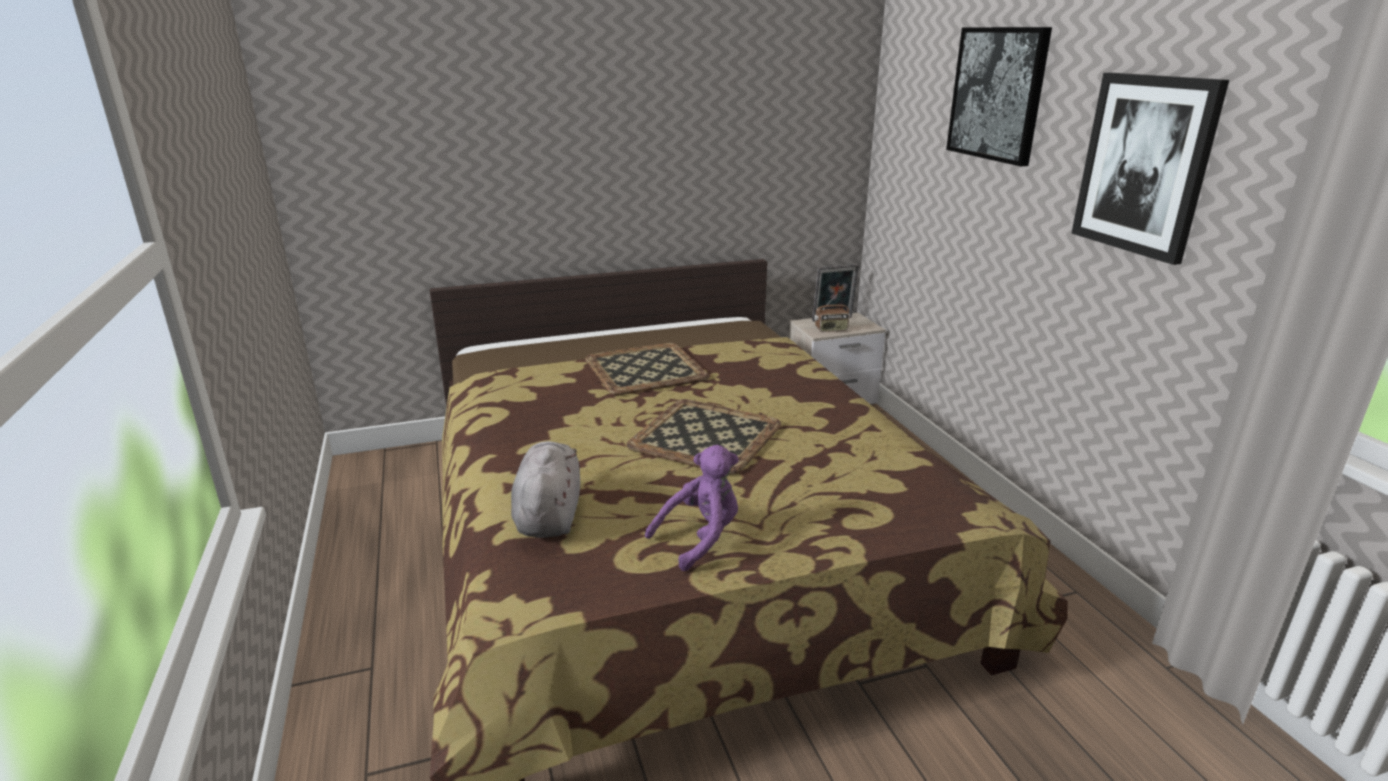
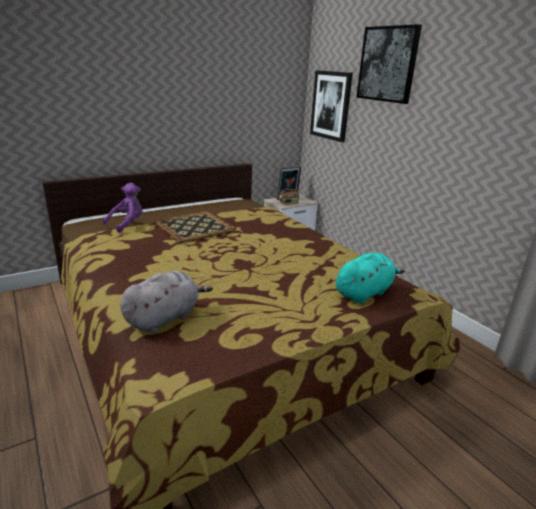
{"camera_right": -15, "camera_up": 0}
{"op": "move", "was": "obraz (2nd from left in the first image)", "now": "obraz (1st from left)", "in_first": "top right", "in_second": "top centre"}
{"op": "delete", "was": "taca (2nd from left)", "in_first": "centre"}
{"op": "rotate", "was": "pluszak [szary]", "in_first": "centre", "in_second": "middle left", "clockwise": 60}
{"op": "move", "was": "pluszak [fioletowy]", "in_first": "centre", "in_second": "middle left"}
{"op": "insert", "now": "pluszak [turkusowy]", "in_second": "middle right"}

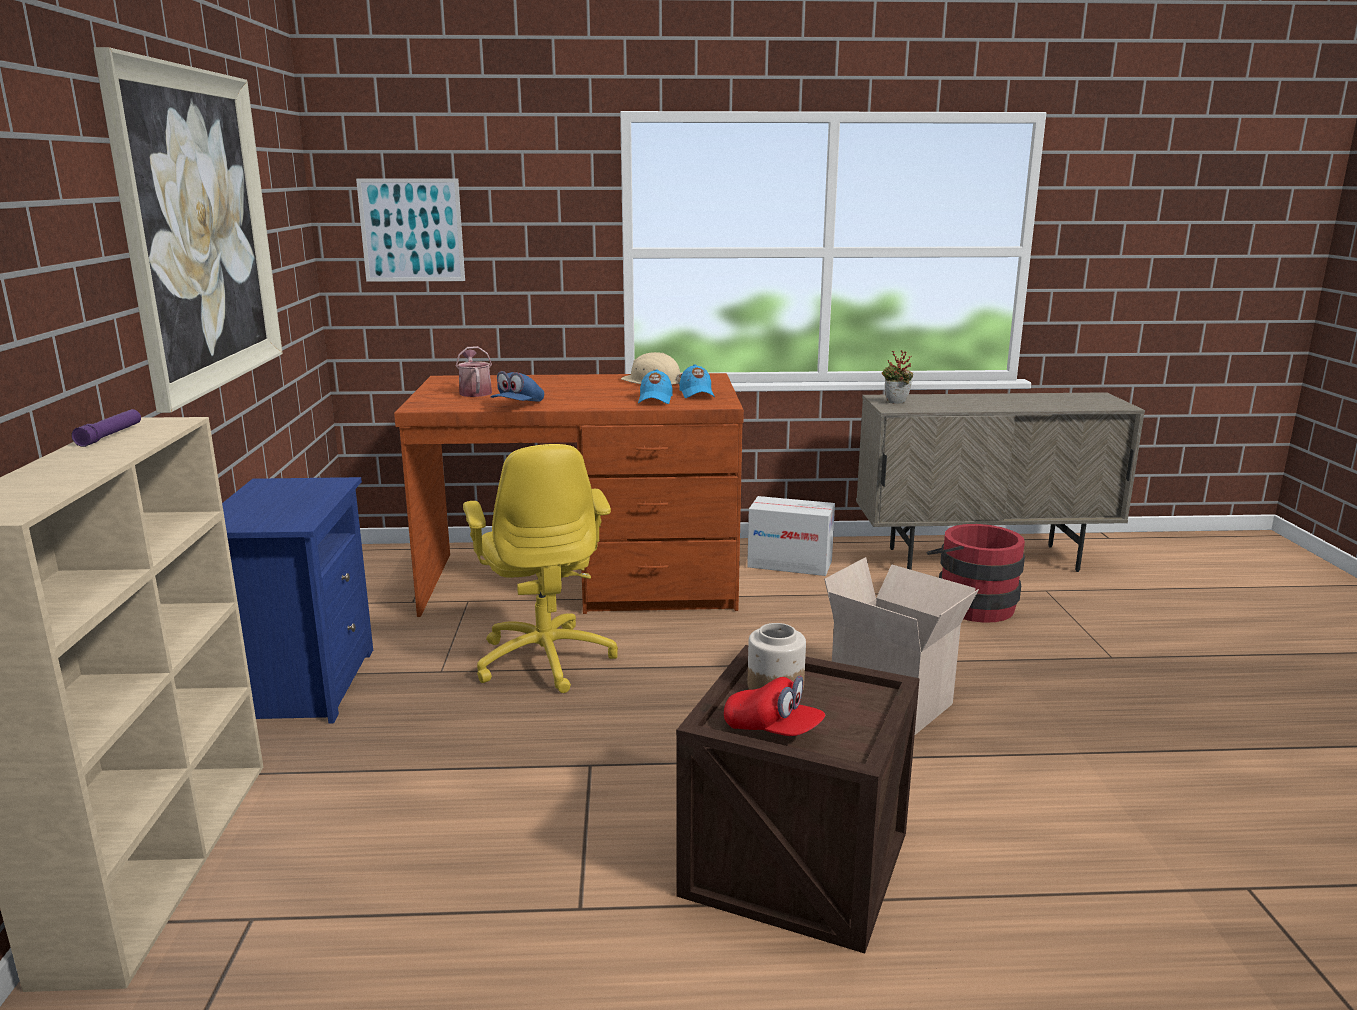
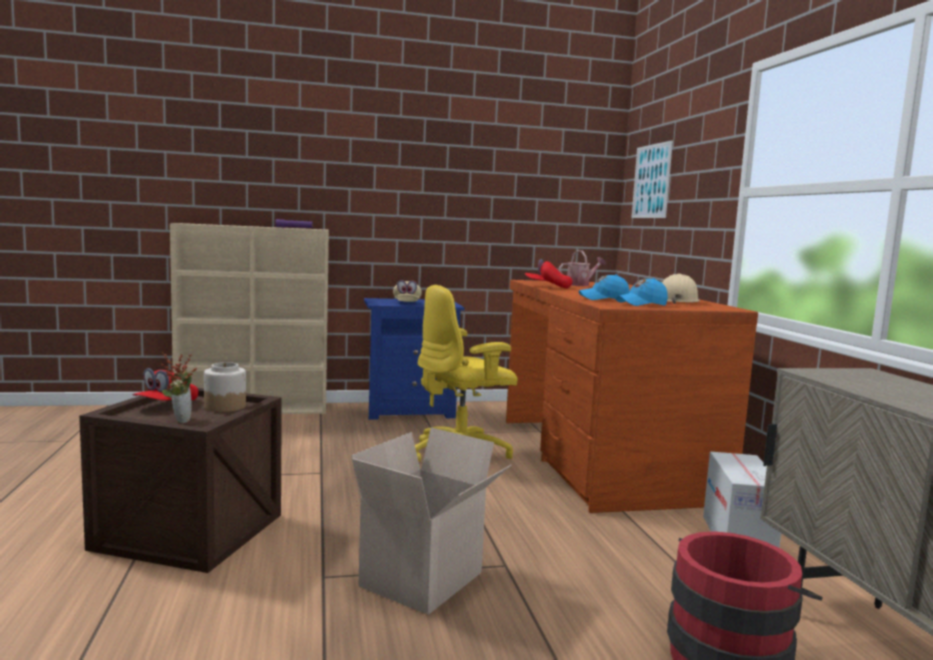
{"camera_right": 80, "camera_up": -10}
{"op": "delete", "was": "obraz (1st from left)", "in_first": "top left"}
{"op": "move", "was": "roślina doniczkowa", "in_first": "centre", "in_second": "middle left"}
{"op": "recolor", "was": "czapka z daszkiem [niebieski] (1st from left)", "now": "czapka z daszkiem [czerwony] (2nd from left)", "in_first": "centre", "in_second": "centre"}
{"op": "insert", "now": "czapka z daszkiem [beżowy]", "in_second": "centre"}

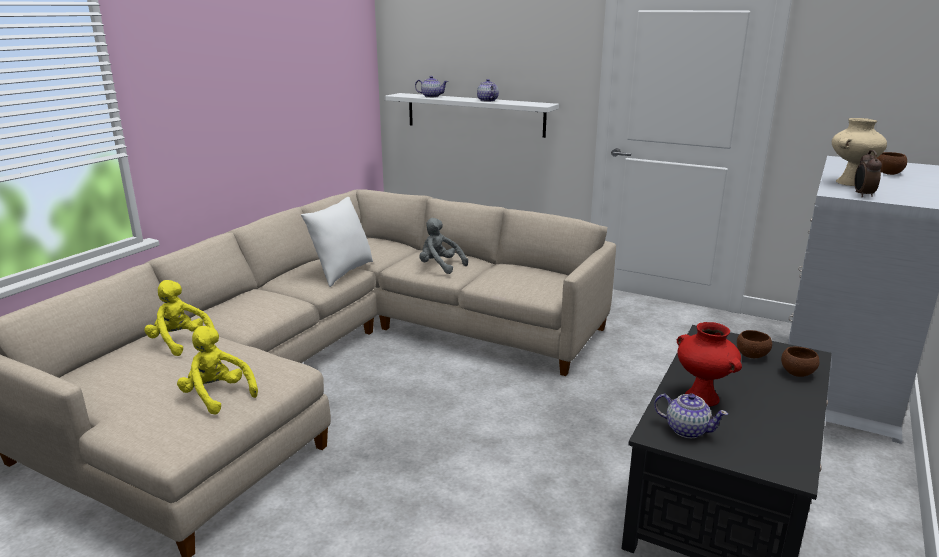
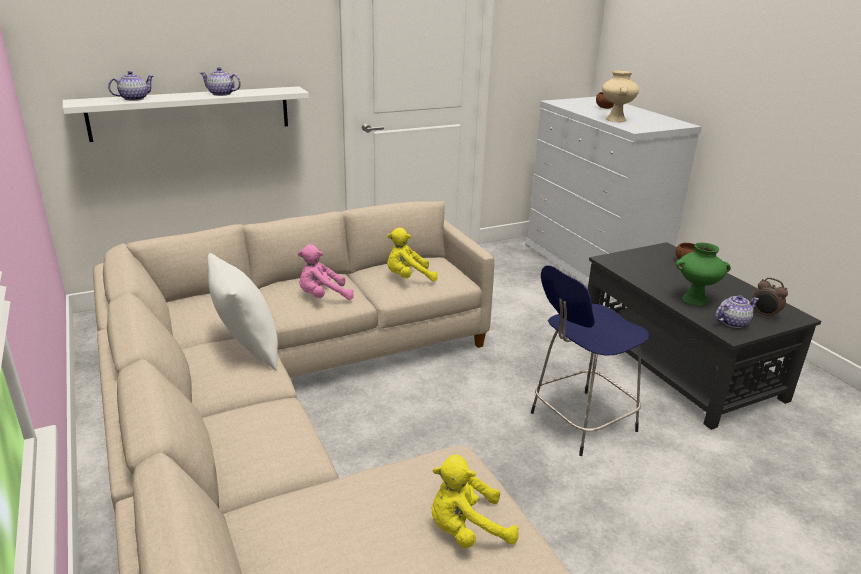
{"camera_right": -55, "camera_up": 5}
{"op": "move", "was": "budzik", "in_first": "top right", "in_second": "middle right"}
{"op": "recolor", "was": "pluszak [szary]", "now": "pluszak [różowy]", "in_first": "centre", "in_second": "centre"}
{"op": "move", "was": "pluszak [żółty] (1st from left)", "in_first": "middle left", "in_second": "centre"}
{"op": "recolor", "was": "wazon [czerwony]", "now": "wazon [zielony]", "in_first": "middle right", "in_second": "middle right"}
{"op": "delete", "was": "miska [brązowy] (1st from left)", "in_first": "middle right"}
{"op": "insert", "now": "stołek [niebieski]", "in_second": "middle right"}

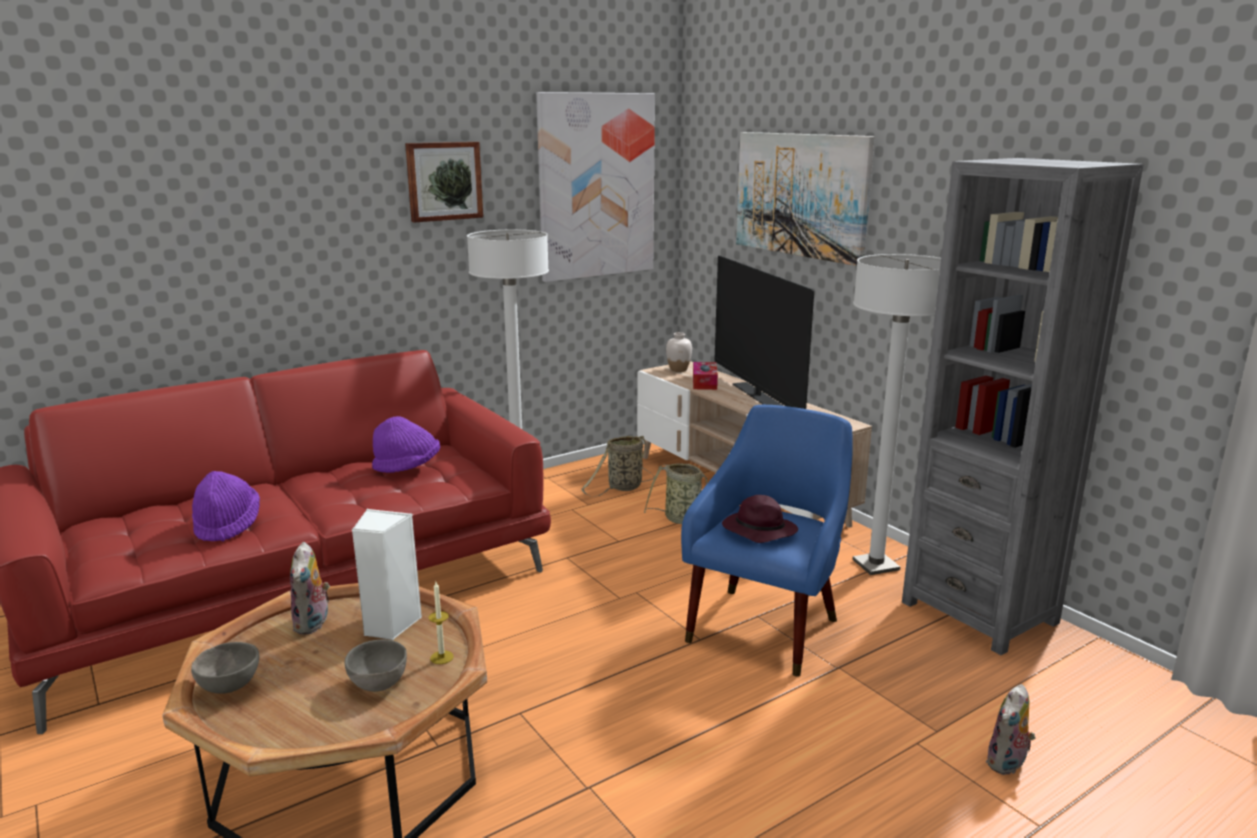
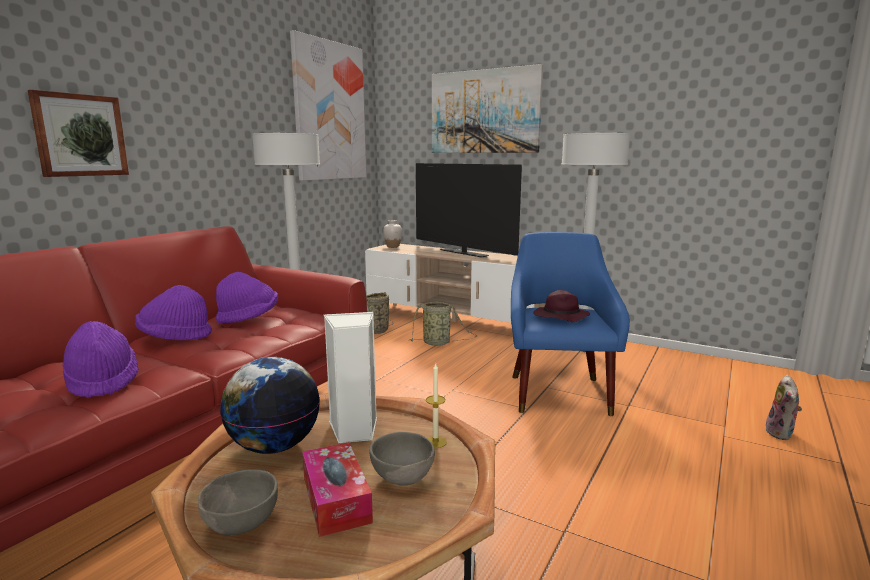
{"camera_right": -25, "camera_up": -5}
{"op": "move", "was": "obraz (1st from left)", "in_first": "top centre", "in_second": "top left"}
{"op": "delete", "was": "regał [szary]", "in_first": "middle right"}
{"op": "move", "was": "pudełko chusteczek", "in_first": "centre", "in_second": "bottom centre"}
{"op": "replace", "was": "pluszak (1st from left)", "now": "globus", "in_first": "bottom left", "in_second": "bottom left"}
{"op": "insert", "now": "kapelusz [fioletowy] (2nd from left)", "in_second": "middle left"}

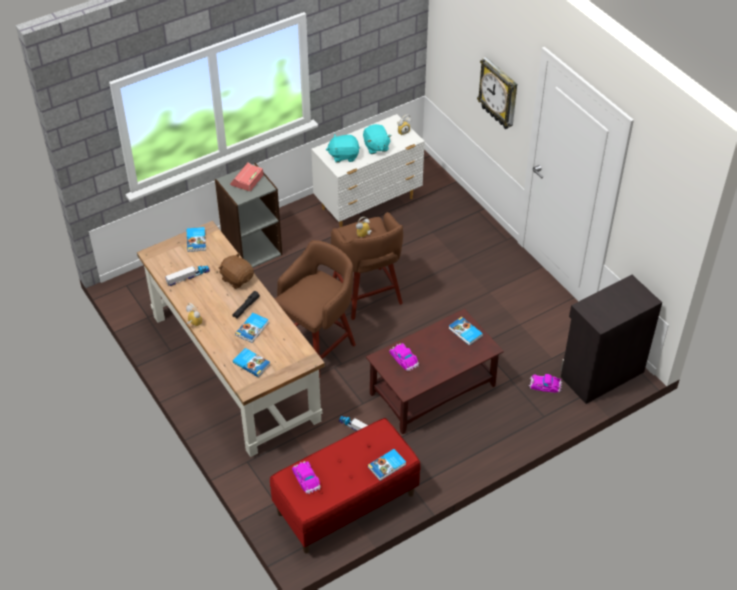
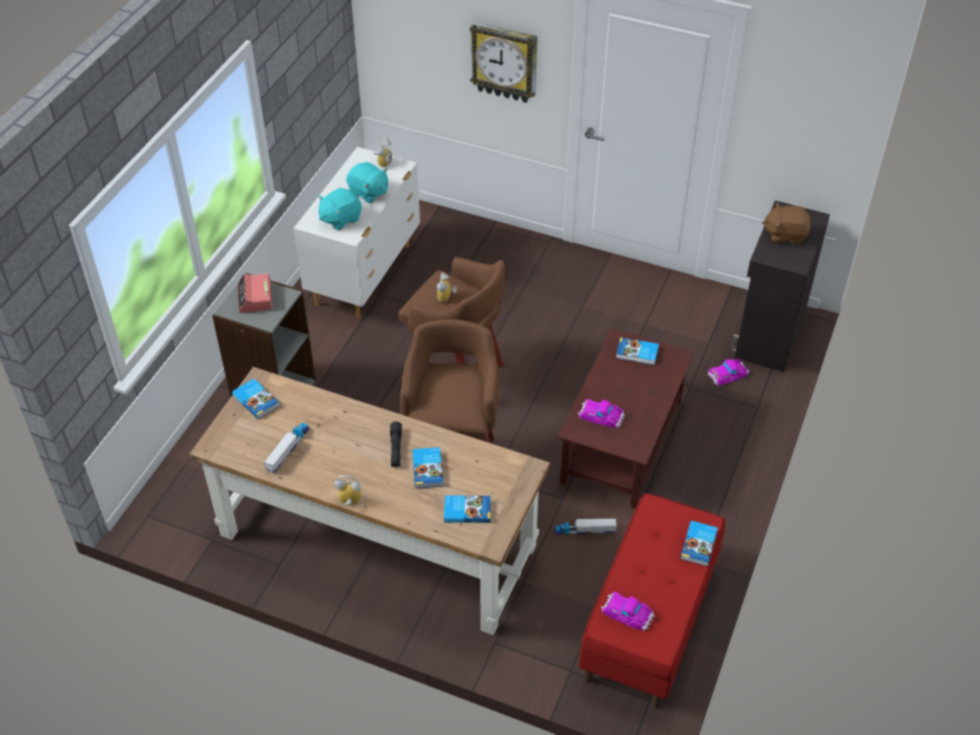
{"camera_right": -35, "camera_up": 0}
{"op": "move", "was": "pluszak [brązowy]", "in_first": "middle left", "in_second": "top right"}

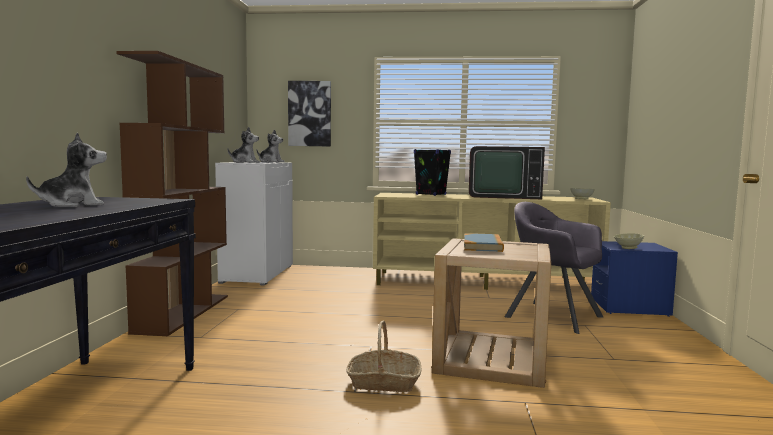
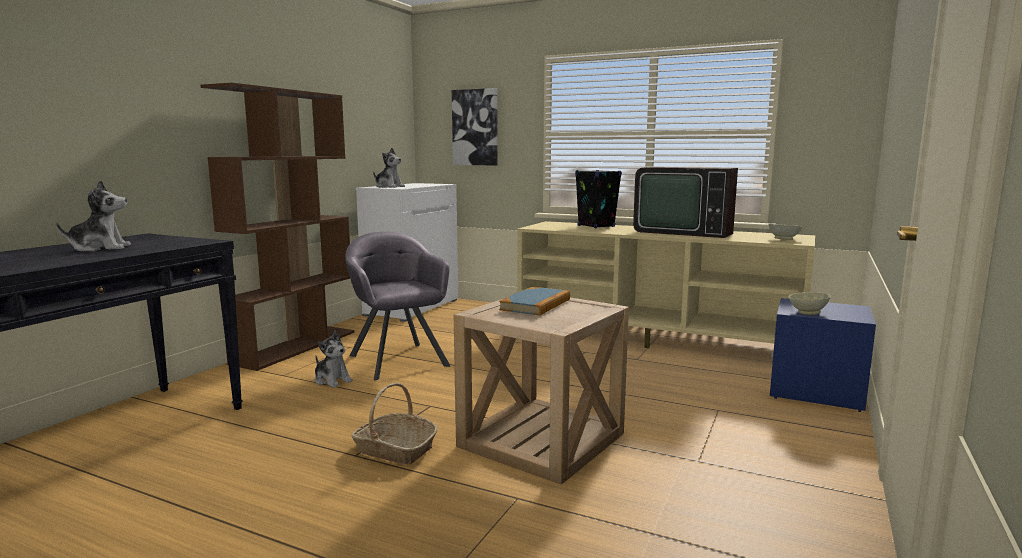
{"camera_right": 20, "camera_up": 5}
{"op": "move", "was": "pluszak (3rd from left in the first image)", "now": "pluszak (2nd from left)", "in_first": "centre", "in_second": "middle left"}
{"op": "move", "was": "fotel [szary]", "in_first": "middle right", "in_second": "centre"}

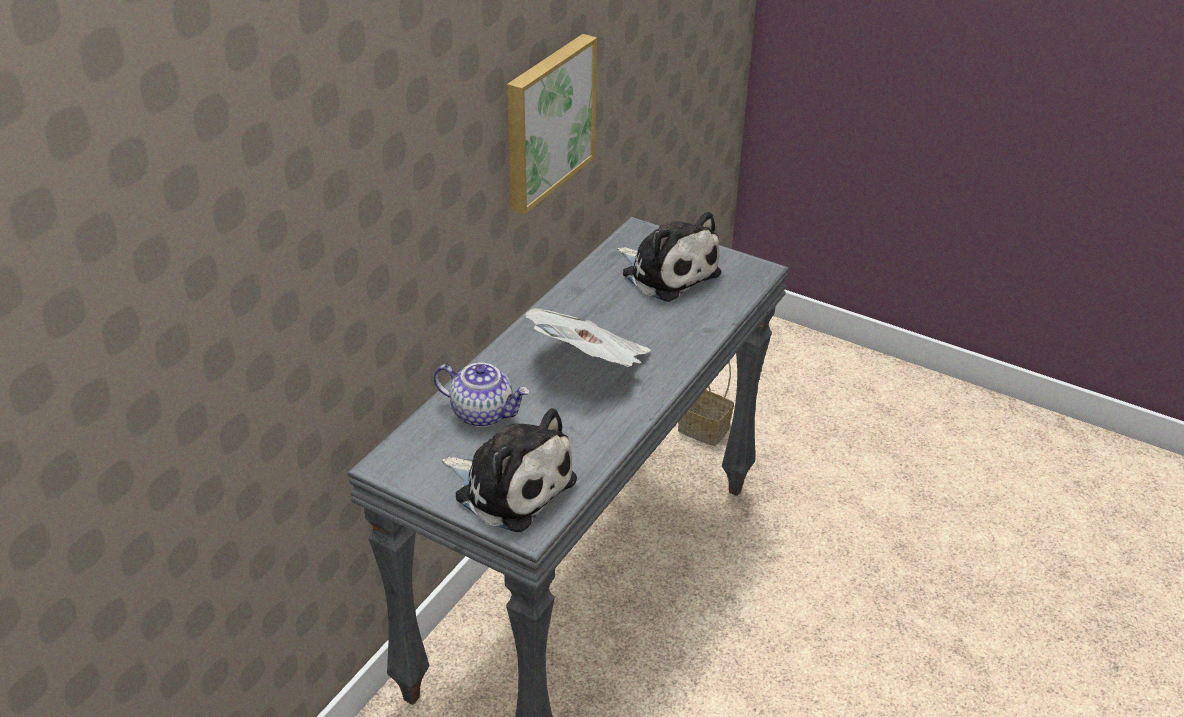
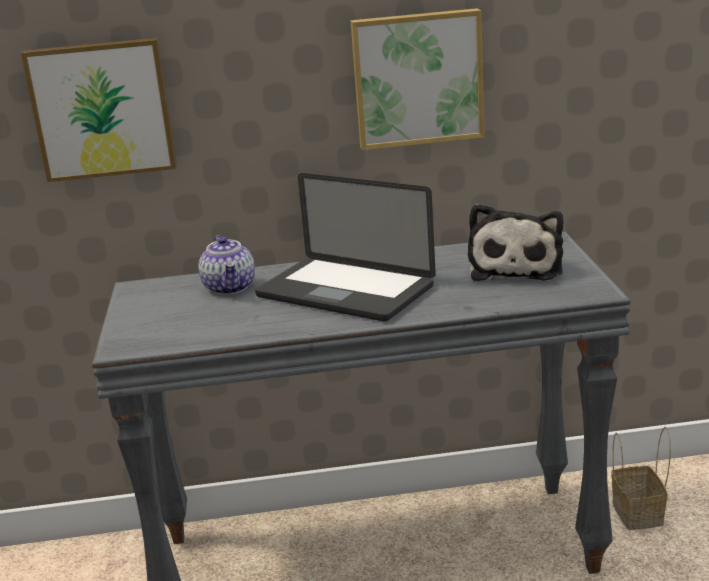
{"camera_right": 55, "camera_up": -15}
{"op": "replace", "was": "gazeta", "now": "laptop", "in_first": "centre", "in_second": "centre"}
{"op": "delete", "was": "pluszak (1st from left)", "in_first": "centre"}
{"op": "insert", "now": "obraz (1st from left)", "in_second": "top left"}

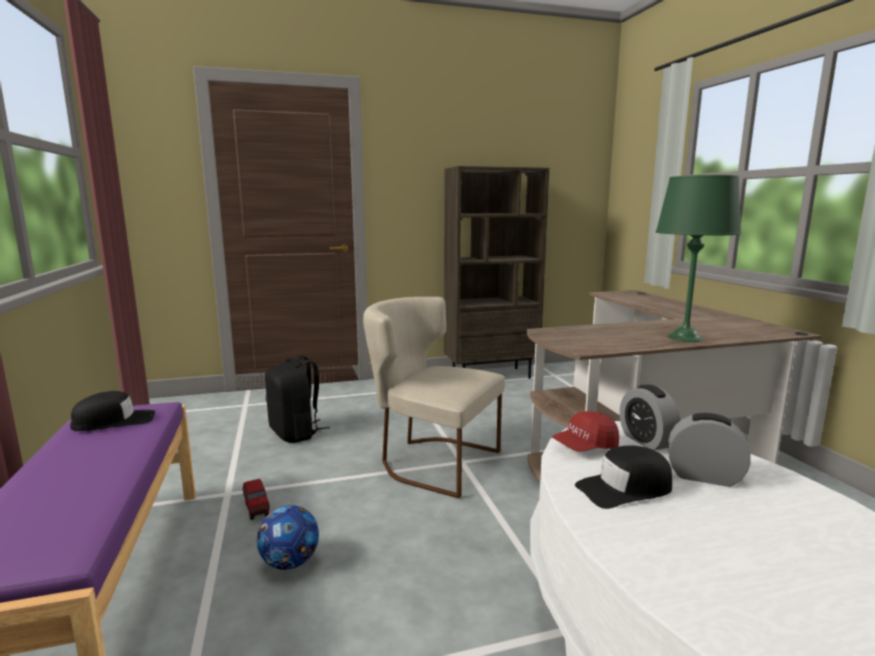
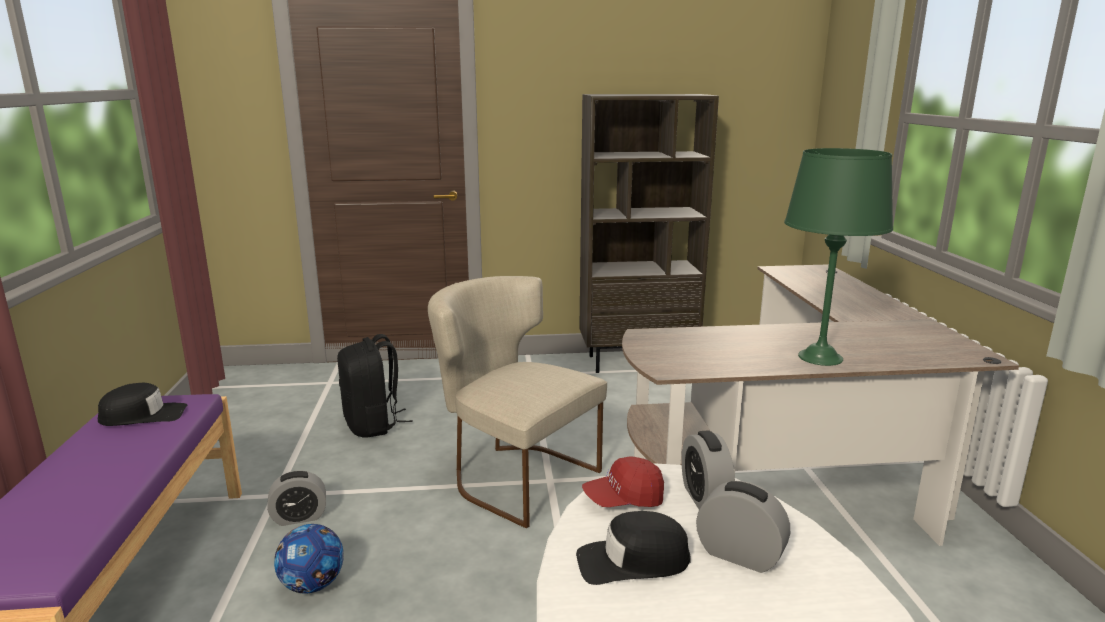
{"camera_right": 10, "camera_up": 5}
{"op": "replace", "was": "ciężarówka zabawkowa", "now": "budzik (1st from left)", "in_first": "bottom left", "in_second": "bottom left"}

